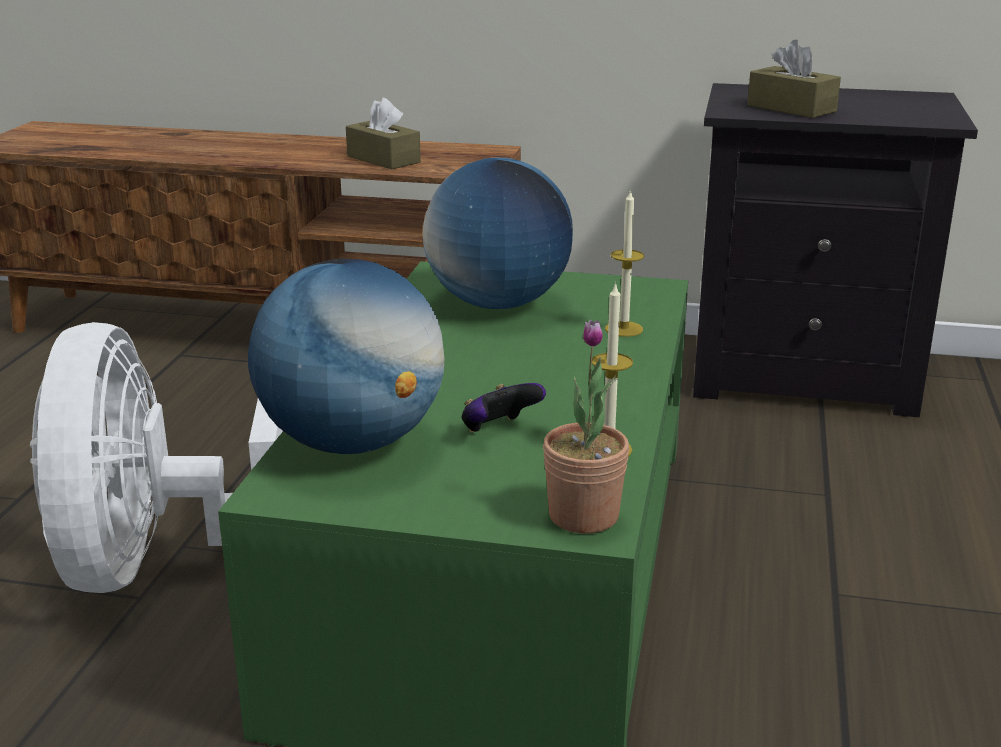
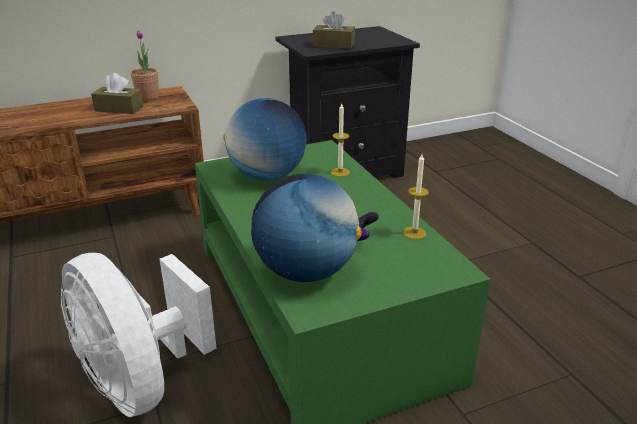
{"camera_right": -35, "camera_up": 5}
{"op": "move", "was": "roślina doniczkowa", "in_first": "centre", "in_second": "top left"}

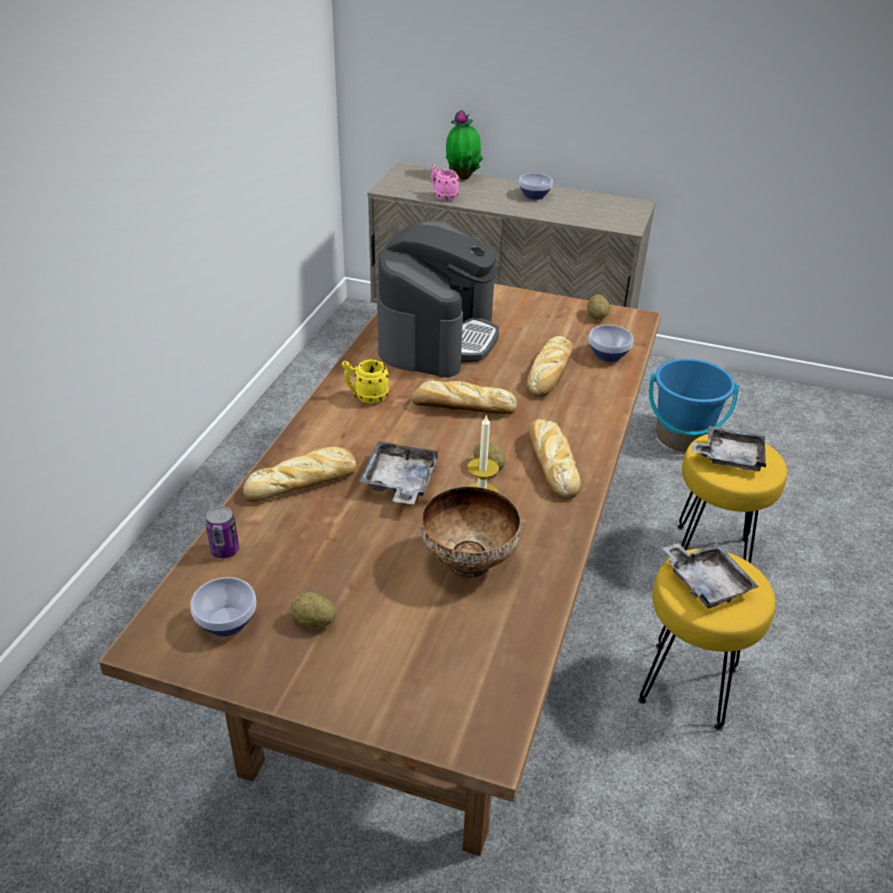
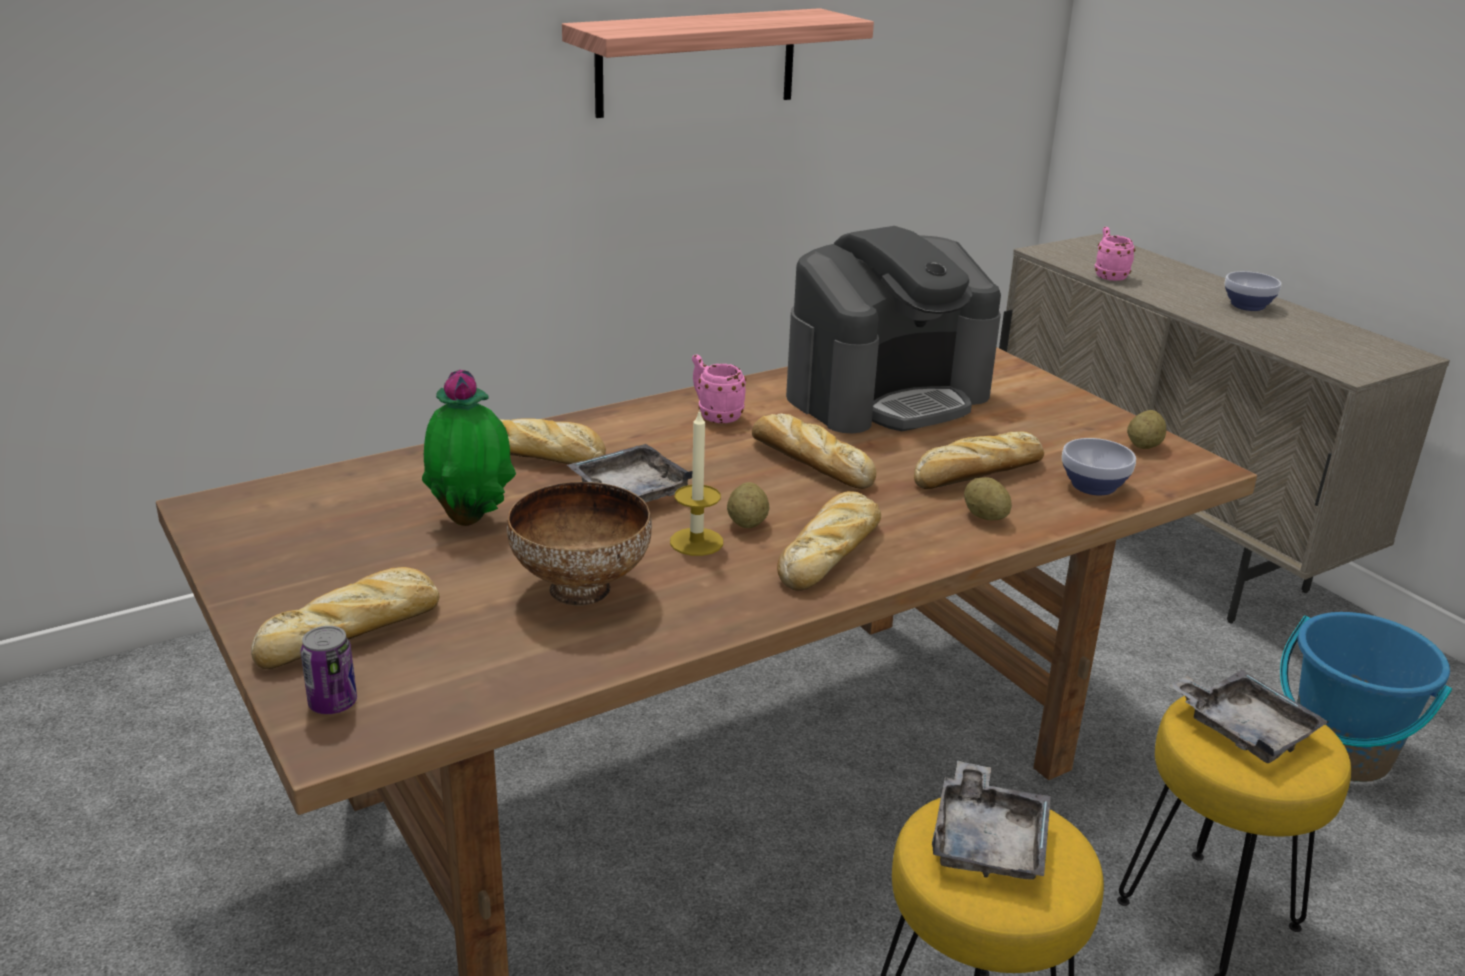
{"camera_right": 40, "camera_up": -10}
{"op": "move", "was": "roślina doniczkowa", "in_first": "top centre", "in_second": "middle left"}
{"op": "recolor", "was": "kubek [żółty]", "now": "kubek [różowy] (1st from left)", "in_first": "centre", "in_second": "centre"}
{"op": "move", "was": "puszka", "in_first": "middle left", "in_second": "bottom left"}
{"op": "delete", "was": "miska (1st from left)", "in_first": "bottom left"}
{"op": "move", "was": "ziemniak (1st from left in the first image)", "now": "ziemniak (2nd from left)", "in_first": "bottom centre", "in_second": "middle right"}
{"op": "insert", "now": "półka", "in_second": "top centre"}
{"op": "insert", "now": "chleb (1st from left)", "in_second": "middle left"}

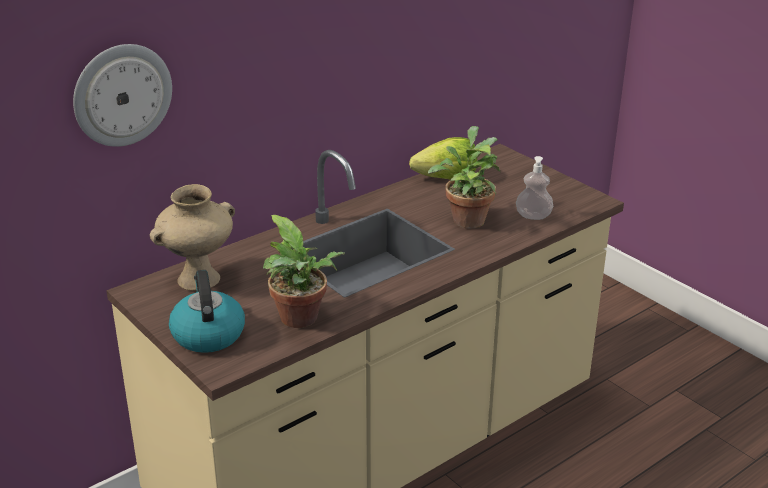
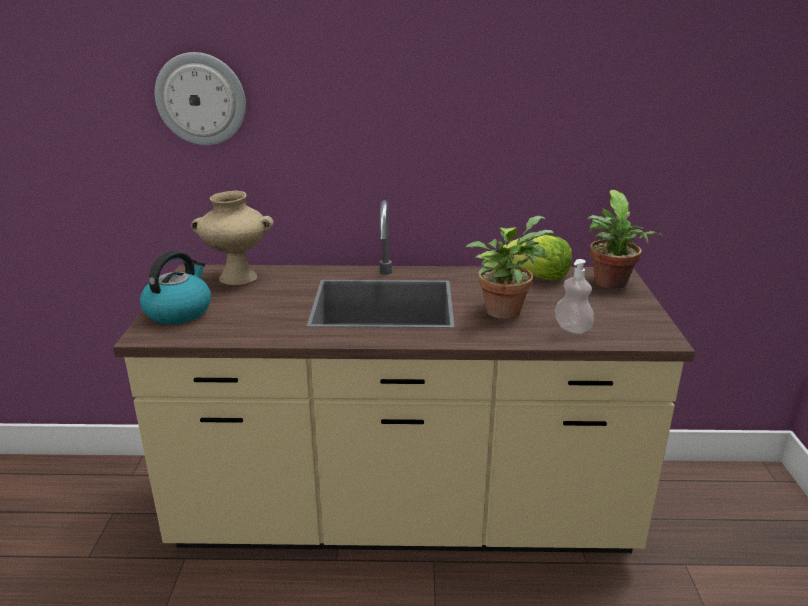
{"camera_right": 40, "camera_up": -5}
{"op": "move", "was": "roślina doniczkowa (1st from left in the first image)", "now": "roślina doniczkowa (2nd from left)", "in_first": "centre", "in_second": "middle right"}

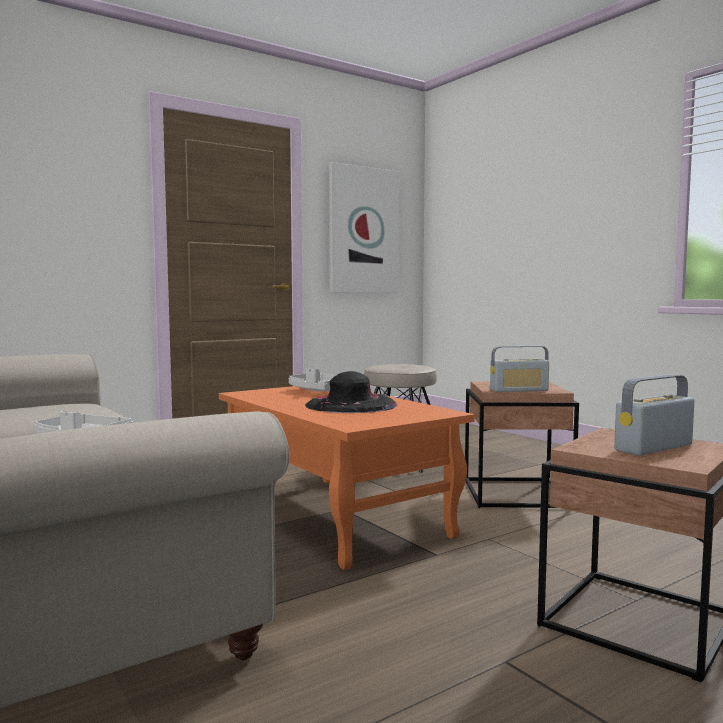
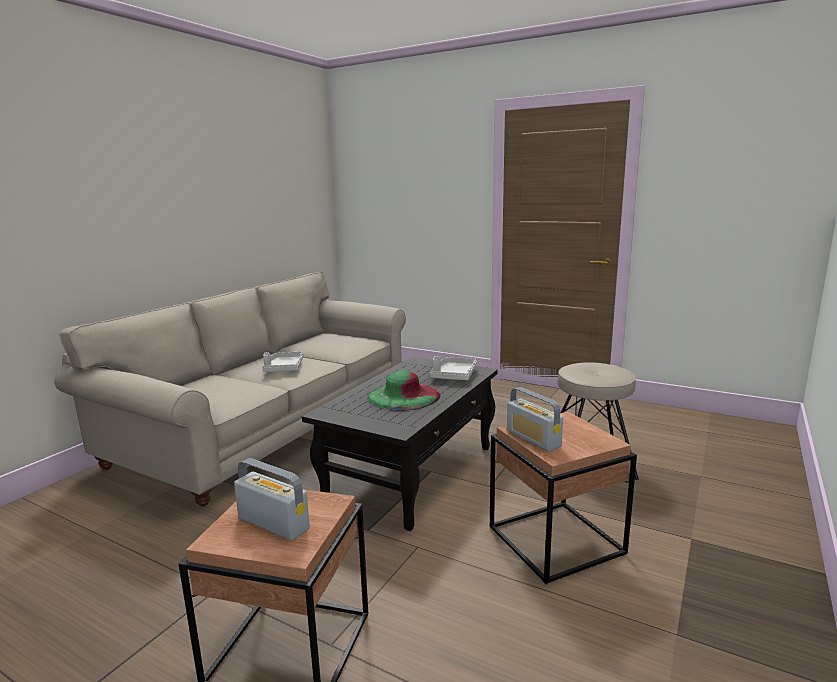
{"camera_right": 65, "camera_up": 10}
{"op": "delete", "was": "obraz", "in_first": "top centre"}
{"op": "recolor", "was": "kapelusz [czarny]", "now": "kapelusz [zielony]", "in_first": "centre", "in_second": "centre"}
{"op": "recolor", "was": "ława [pomarańczowy]", "now": "ława [czarny]", "in_first": "centre", "in_second": "centre"}

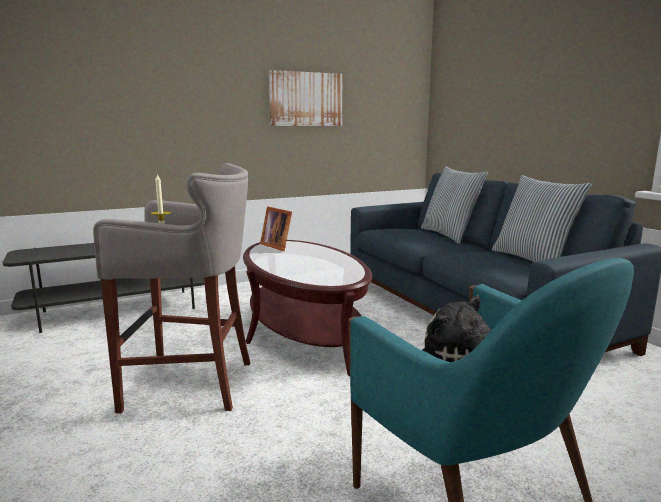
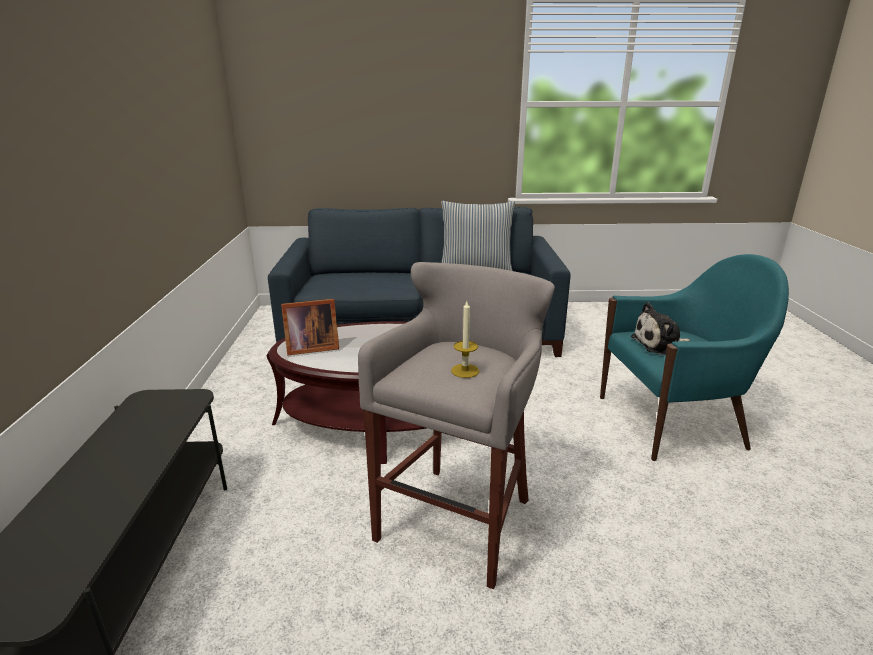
{"camera_right": -65, "camera_up": 10}
{"op": "delete", "was": "obraz", "in_first": "top centre"}
{"op": "delete", "was": "poduszka (1st from left)", "in_first": "middle right"}

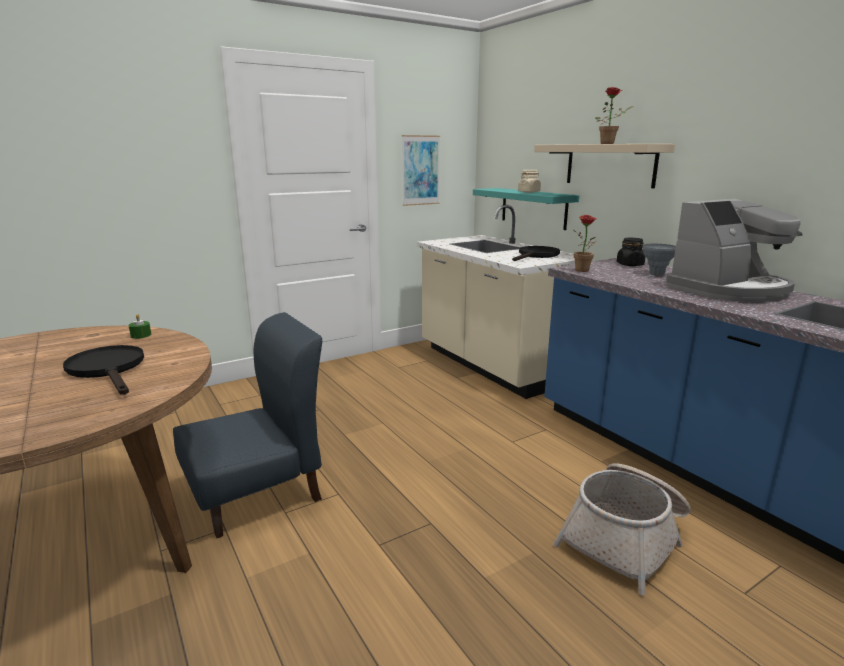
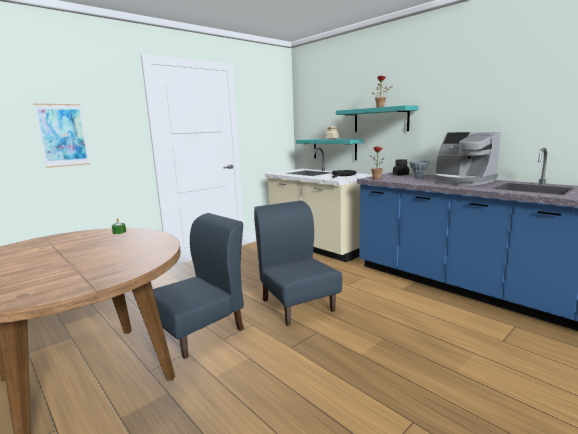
{"camera_right": -10, "camera_up": -5}
{"op": "move", "was": "obraz", "in_first": "top centre", "in_second": "top left"}
{"op": "recolor", "was": "półka [beżowy]", "now": "półka [turkusowy] (2nd from left)", "in_first": "top right", "in_second": "top centre"}
{"op": "rotate", "was": "ekspres do kawy", "in_first": "middle right", "in_second": "middle right", "clockwise": 90}
{"op": "delete", "was": "patelnia [czarny] (1st from left)", "in_first": "middle left"}
{"op": "delete", "was": "koszyk", "in_first": "bottom right"}
{"op": "insert", "now": "krzesło [niebieski] (2nd from left)", "in_second": "centre"}

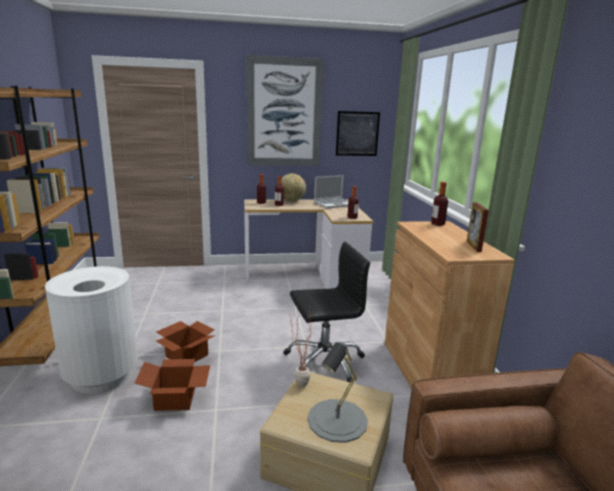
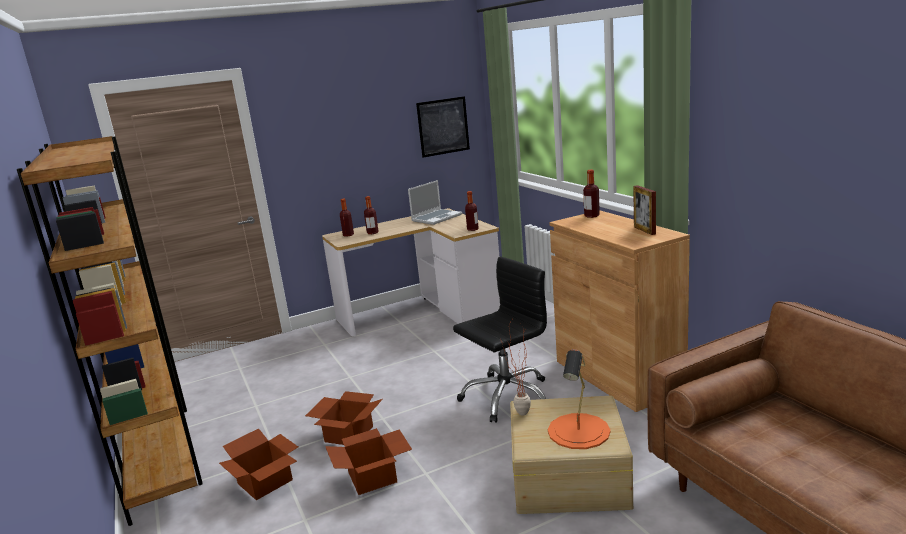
{"camera_right": -15, "camera_up": 0}
{"op": "delete", "was": "obraz (1st from left)", "in_first": "top centre"}
{"op": "delete", "was": "globus", "in_first": "centre"}
{"op": "replace", "was": "kosz na śmieci [biały]", "now": "karton (1st from left)", "in_first": "bottom left", "in_second": "bottom left"}
{"op": "recolor", "was": "lampa stołowa [szary]", "now": "lampa stołowa [pomarańczowy]", "in_first": "bottom centre", "in_second": "bottom centre"}

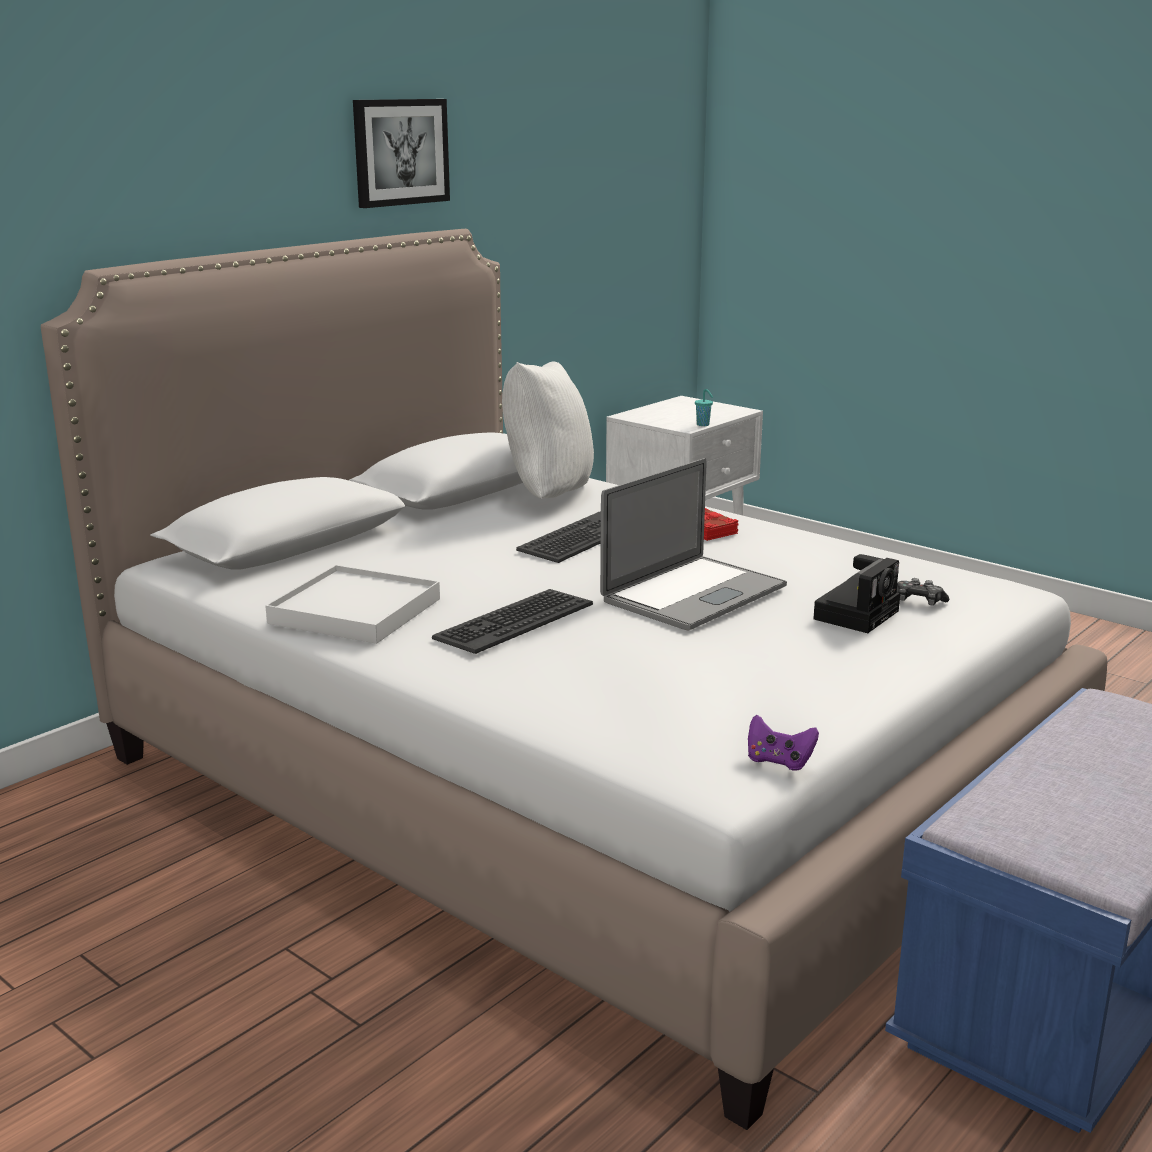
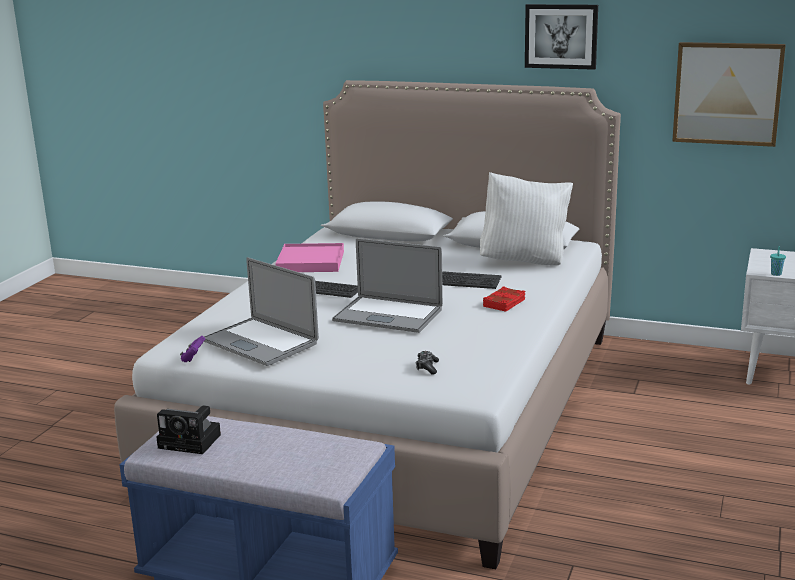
{"camera_right": 70, "camera_up": 0}
{"op": "move", "was": "aparat fotograficzny", "in_first": "middle right", "in_second": "bottom left"}
{"op": "recolor", "was": "taca [biały]", "now": "taca [różowy]", "in_first": "middle left", "in_second": "centre"}
{"op": "insert", "now": "obraz (2nd from left)", "in_second": "top right"}
{"op": "insert", "now": "laptop (1st from left)", "in_second": "middle left"}

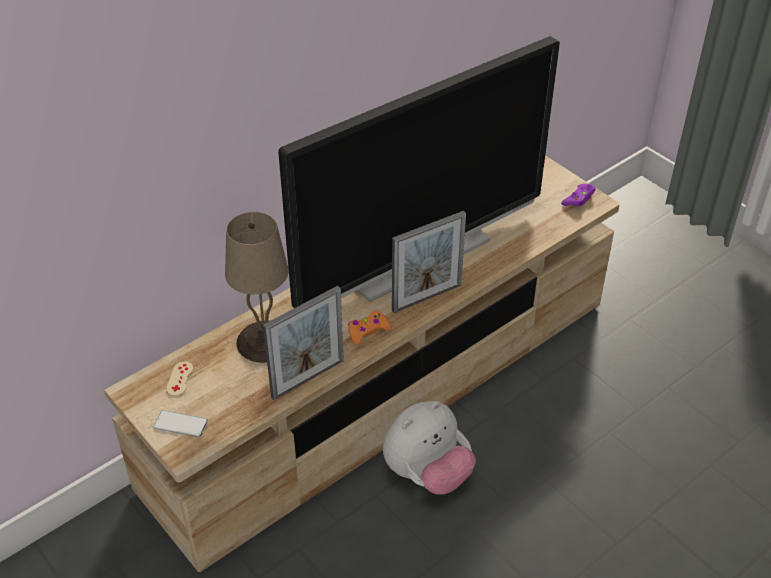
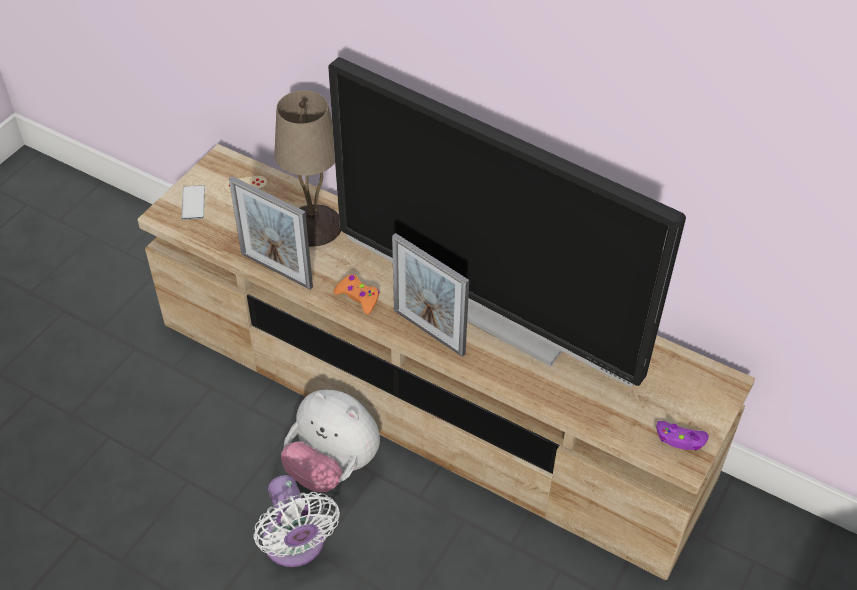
{"camera_right": 70, "camera_up": 5}
{"op": "insert", "now": "wentylator [biały]", "in_second": "bottom centre"}

